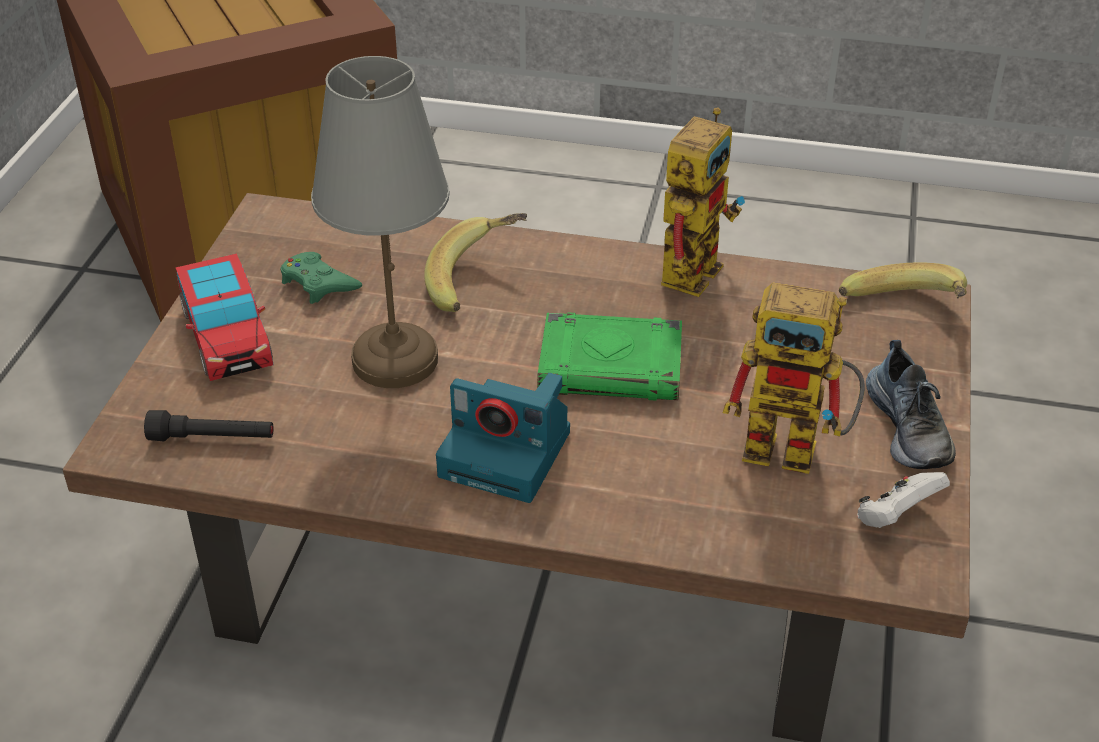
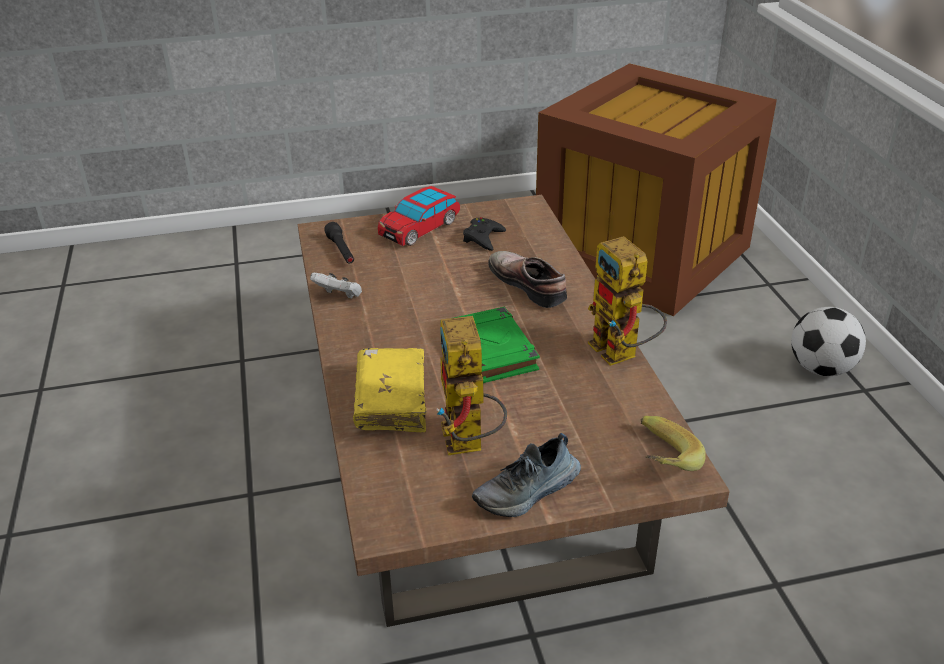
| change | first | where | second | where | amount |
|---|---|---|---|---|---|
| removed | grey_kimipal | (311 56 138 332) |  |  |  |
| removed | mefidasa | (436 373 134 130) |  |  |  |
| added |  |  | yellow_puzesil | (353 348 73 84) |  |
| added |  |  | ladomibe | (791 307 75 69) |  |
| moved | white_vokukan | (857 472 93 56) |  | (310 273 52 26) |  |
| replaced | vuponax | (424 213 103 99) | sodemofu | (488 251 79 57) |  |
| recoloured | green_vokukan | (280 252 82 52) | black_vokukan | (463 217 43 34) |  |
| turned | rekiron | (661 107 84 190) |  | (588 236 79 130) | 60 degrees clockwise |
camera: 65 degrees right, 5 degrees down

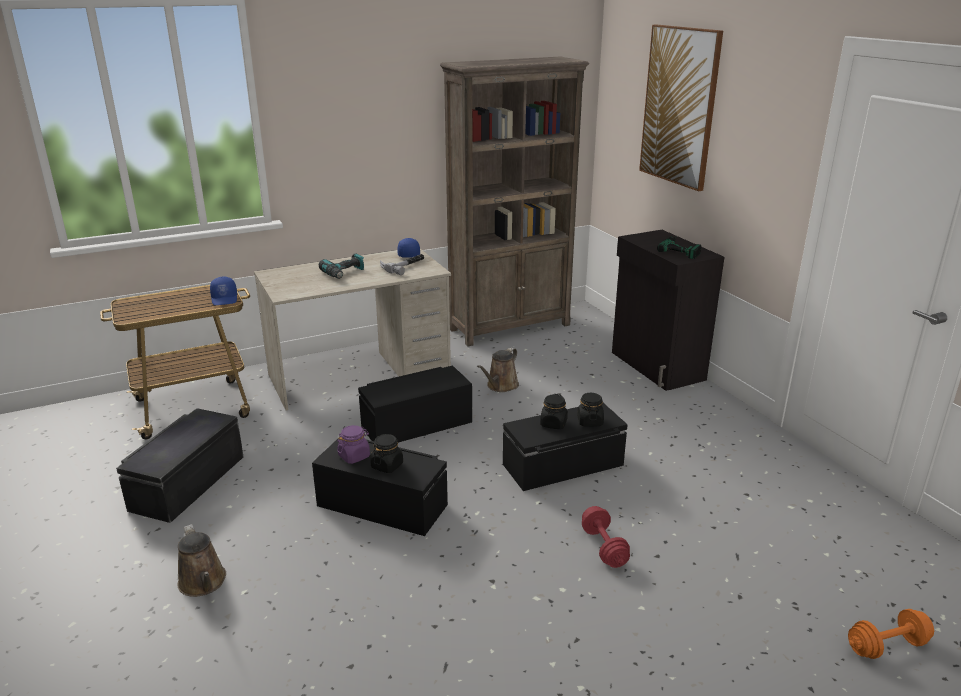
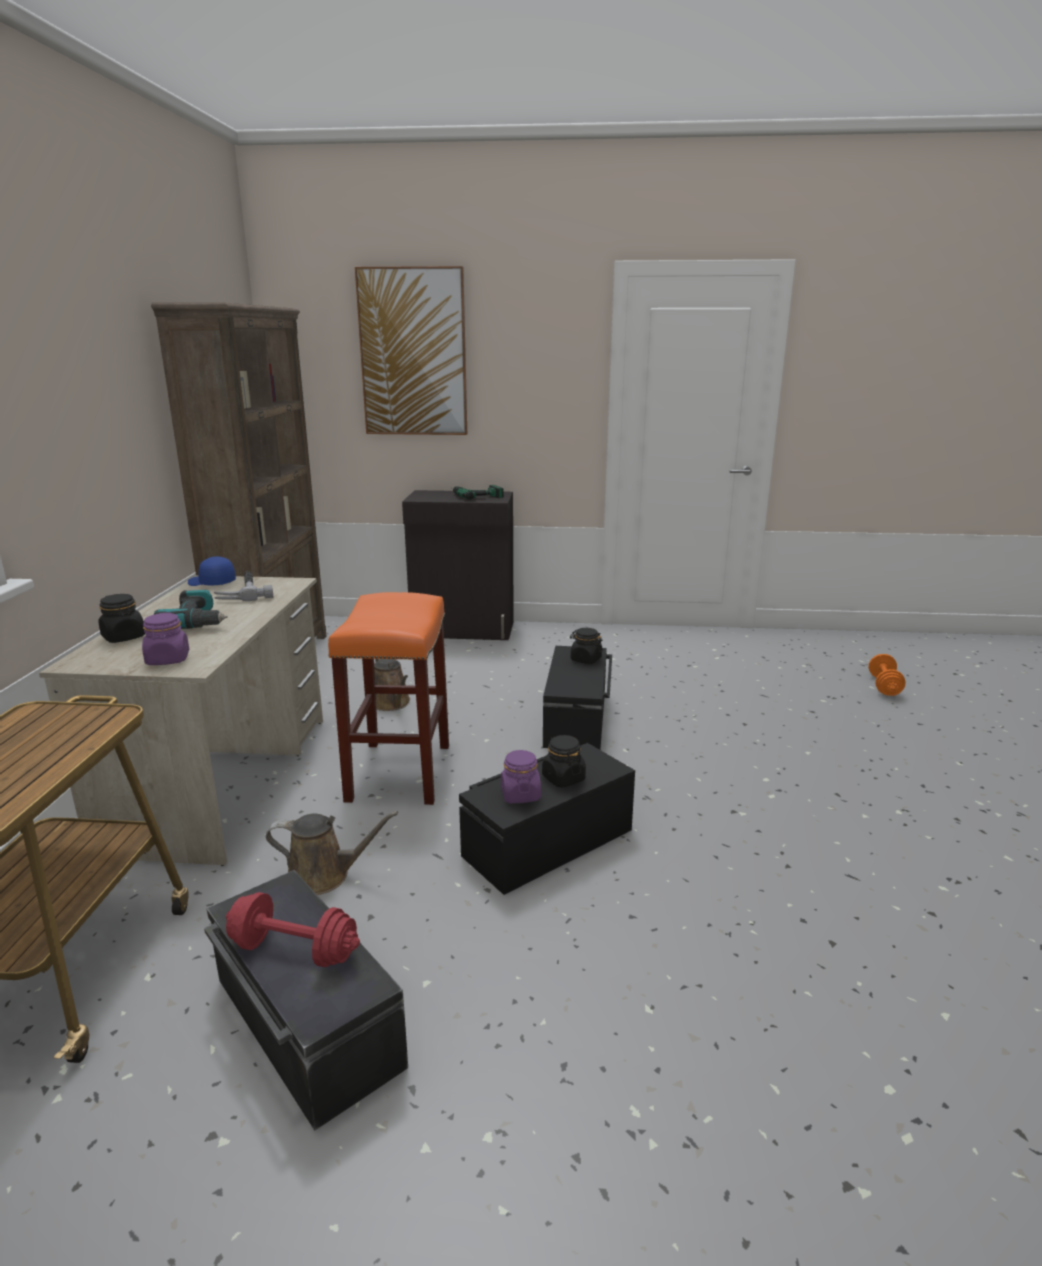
| change | first | where | second | where | amount |
|---|---|---|---|---|---|
| removed | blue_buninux | (210 276 27 29) |  |  |  |
| added |  |  | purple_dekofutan | (142 612 47 53) |  |
| moved | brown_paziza | (177 524 49 73) |  | (266 811 132 84) |  |
| moved | black_dekofutan | (540 394 28 35) |  | (98 594 47 49) |  |
| moved | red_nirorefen | (582 506 48 62) |  | (226 892 134 75) |  |
| replaced | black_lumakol | (358 365 114 78) | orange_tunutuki | (328 592 121 213) |  |
camera: 60 degrees left, 5 degrees down

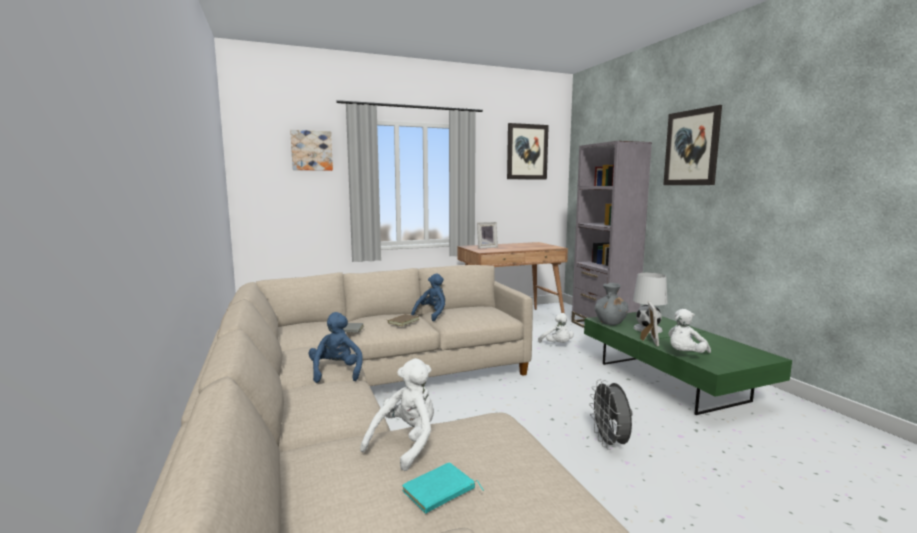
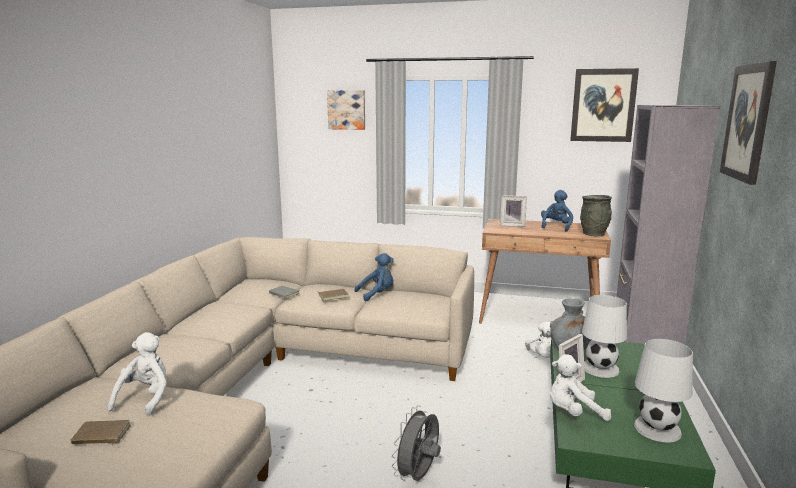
| change | first | where | second | where | amount |
|---|---|---|---|---|---|
| added |  |  | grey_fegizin | (580 195 32 41) |  |
| added |  |  | white_kimipal | (634 339 59 104) |  |
| moved | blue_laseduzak | (309 312 54 71) |  | (541 190 32 42) |  |
| recoloured | turquoise_puzesil | (402 462 82 52) | brown_puzesil | (70 420 61 26) |  |
| turned | white_laseduzak | (360 358 74 113) |  | (108 332 59 84) | 60 degrees counterclockwise |
camera: 35 degrees right, 5 degrees up

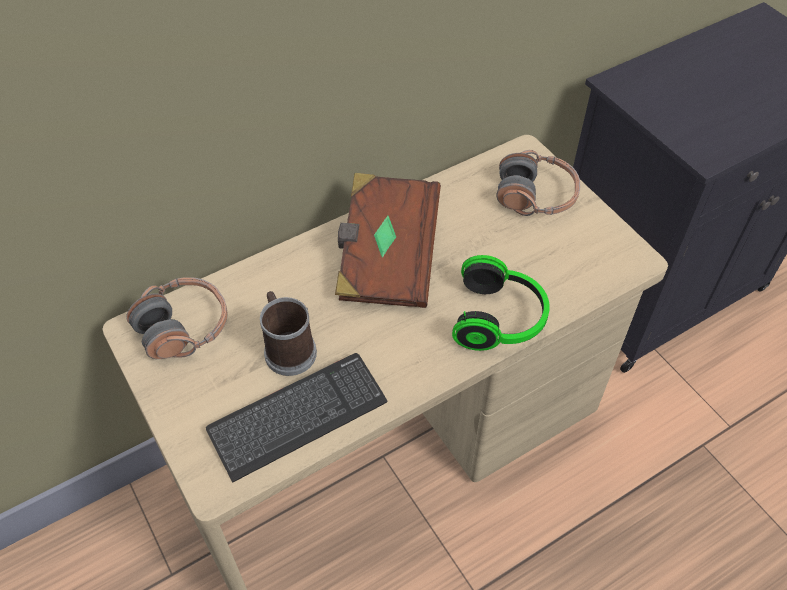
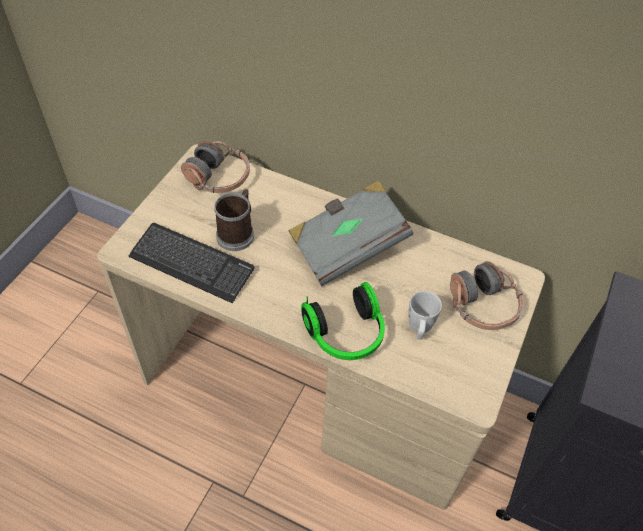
| change | first | where | second | where | amount |
|---|---|---|---|---|---|
| added |  |  | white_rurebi | (408 291 34 49) |  |
| recoloured | brown_puzesil | (335 173 106 135) | grey_puzesil | (289 180 124 106) |  |
camera: 55 degrees right, 0 degrees up

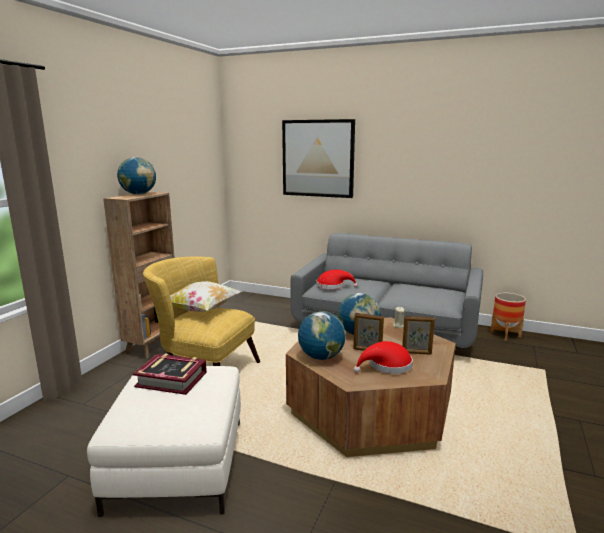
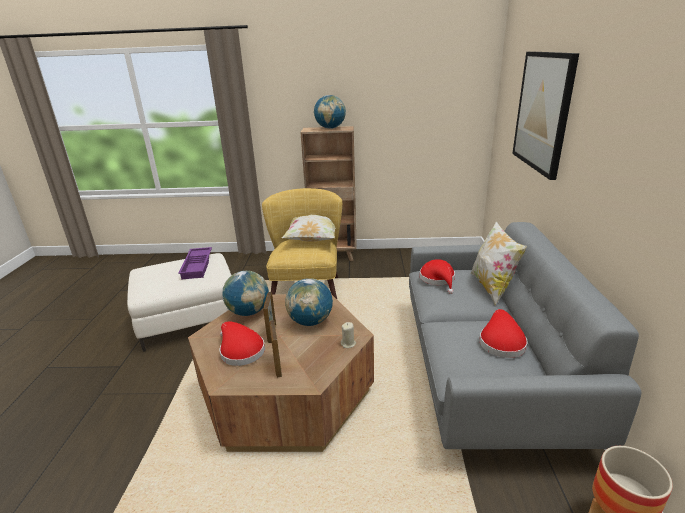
| change | first | where | second | where | amount |
|---|---|---|---|---|---|
| added |  |  | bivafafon | (471 221 56 85) |  |
| added |  |  | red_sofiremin | (479 309 49 49) |  |
| replaced | puzesil | (133 353 74 42) | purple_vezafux | (178 247 34 32) |  |
camera: 70 degrees right, 10 degrees up

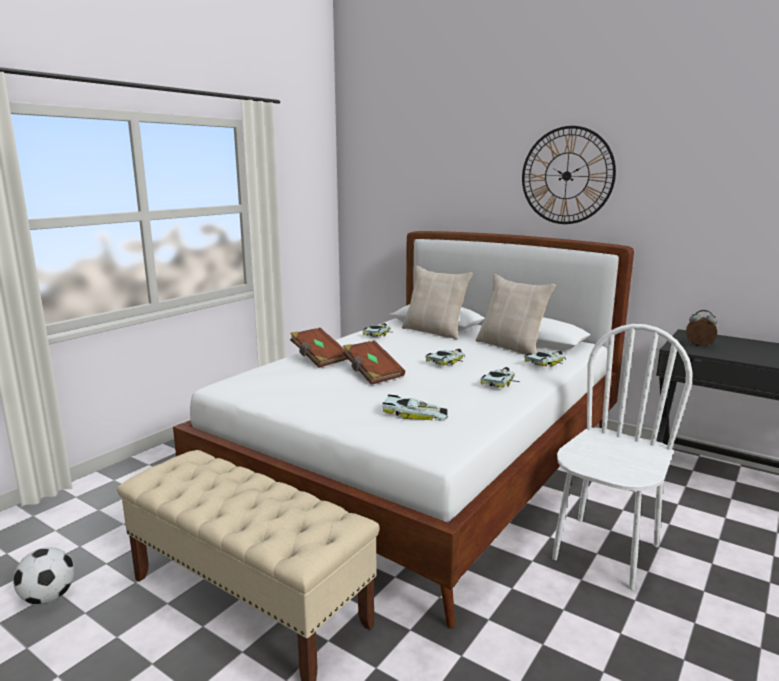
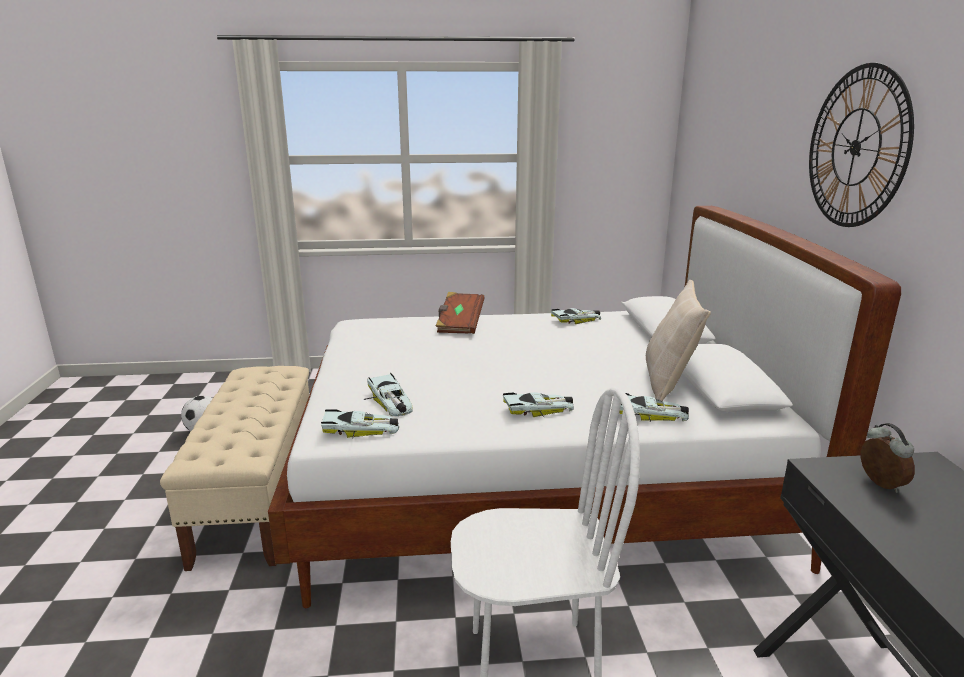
| change | first | where | second | where | amount |
|---|---|---|---|---|---|
| removed | brown_puzesil | (343 340 62 45) |  |  |  |
| removed | beige_bivafafon | (402 266 71 74) |  |  |  |
| moved | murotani | (425 349 40 16) |  | (321 409 78 30) |  |
camera: 50 degrees right, 5 degrees up

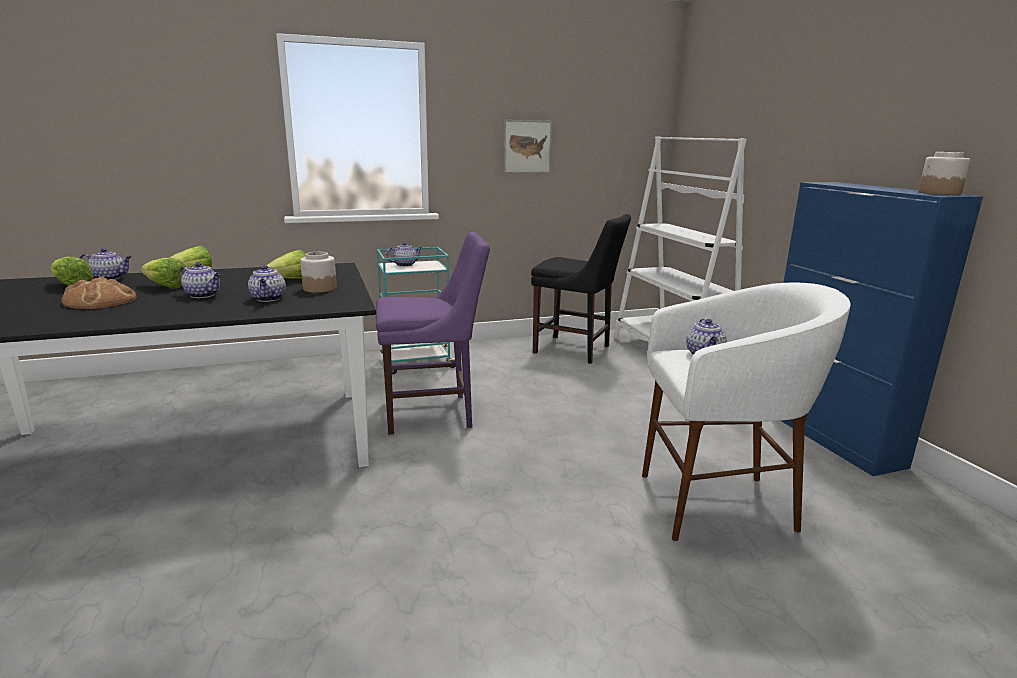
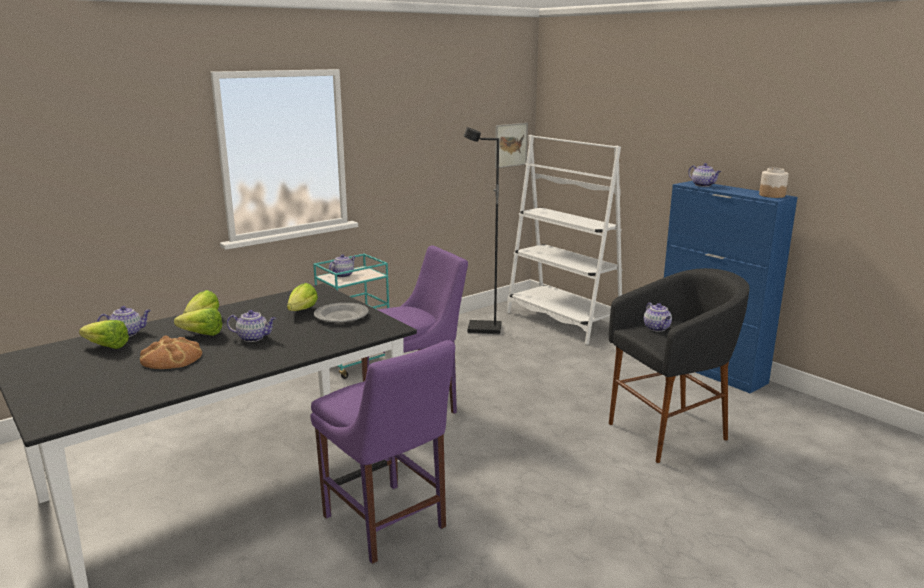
| change | first | where | second | where | amount |
|---|---|---|---|---|---|
| added |  |  | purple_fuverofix | (310 340 145 224) |  |
| moved | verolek | (248 265 38 37) |  | (688 163 33 24) |  |
| moved | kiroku | (503 120 49 53) |  | (495 123 33 45) |  |
| replaced | dekofutan | (300 252 37 41) | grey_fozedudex | (314 302 55 20) |  |
| replaced | black_fuverofix | (531 214 100 150) | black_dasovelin | (464 127 38 207) |  |
| recoloured | white_tunutuki | (642 283 209 258) | black_tunutuki | (609 268 141 195) |  |
camera: 20 degrees left, 0 degrees up

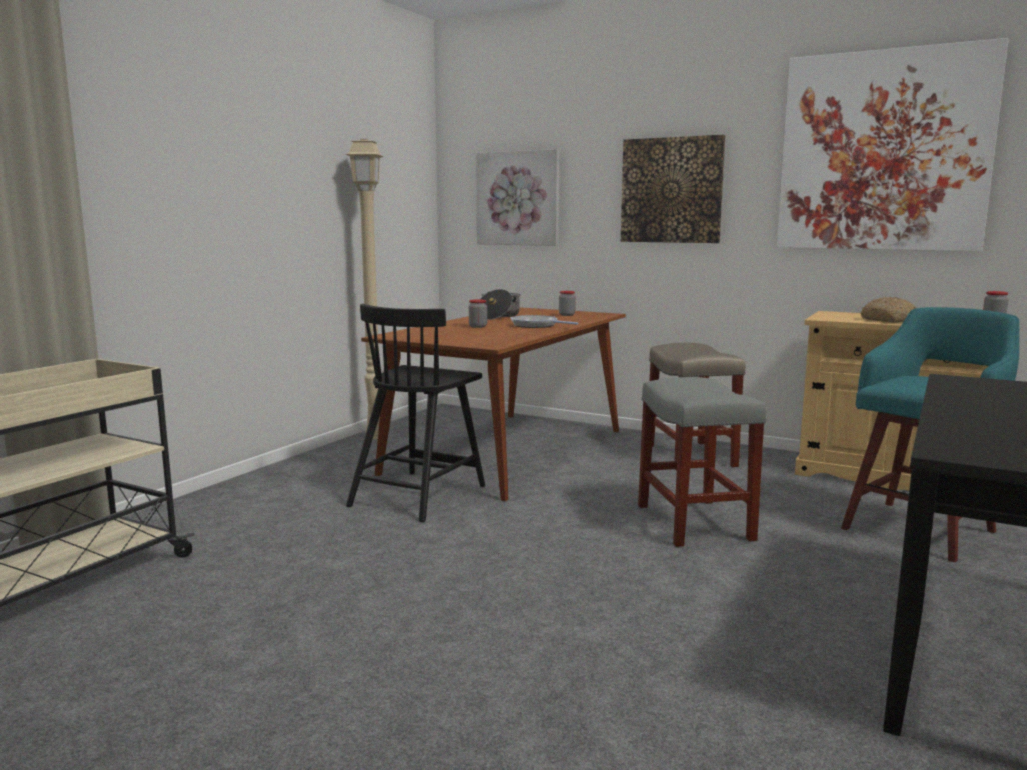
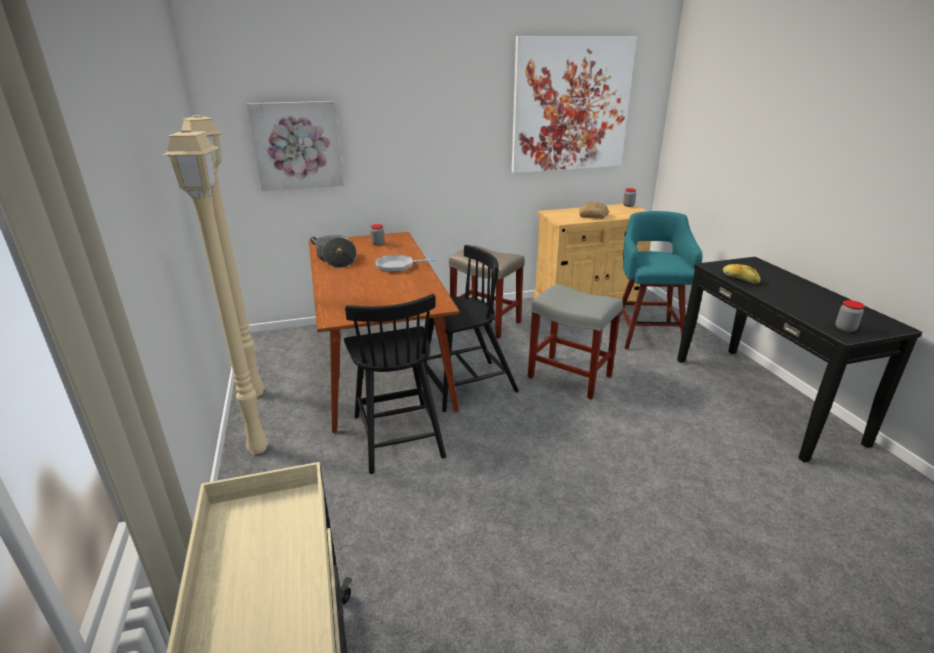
| change | first | where | second | where | amount |
|---|---|---|---|---|---|
| removed | kiroku | (621 135 104 108) |  |  |  |
| added |  |  | beige_dasovelin | (163 129 105 325) |  |
| added |  |  | black_fuverofix | (424 245 95 167) |  |
| added |  |  | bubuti | (723 264 38 20) |  |
| moved | dekofutan | (469 299 18 29) |  | (835 300 30 32) |  |
camera: 45 degrees left, 15 degrees up

